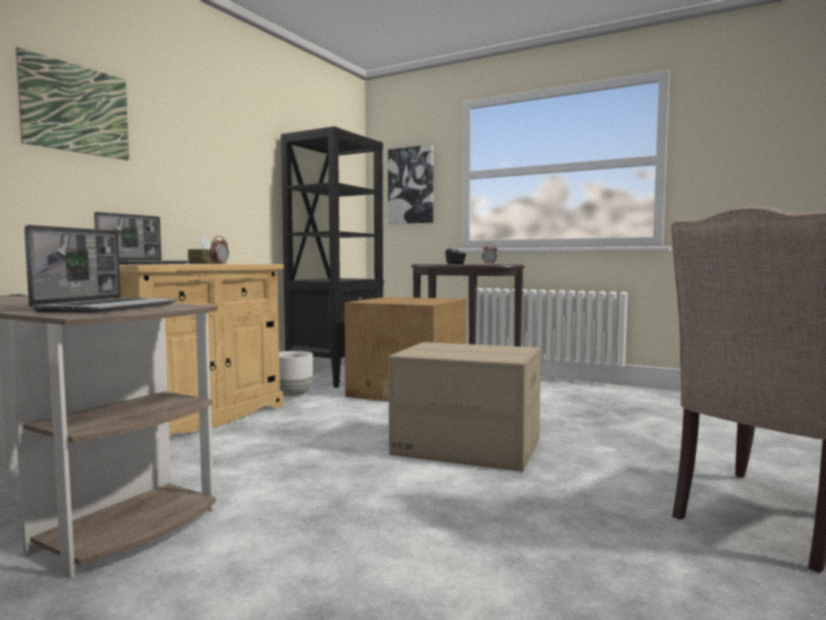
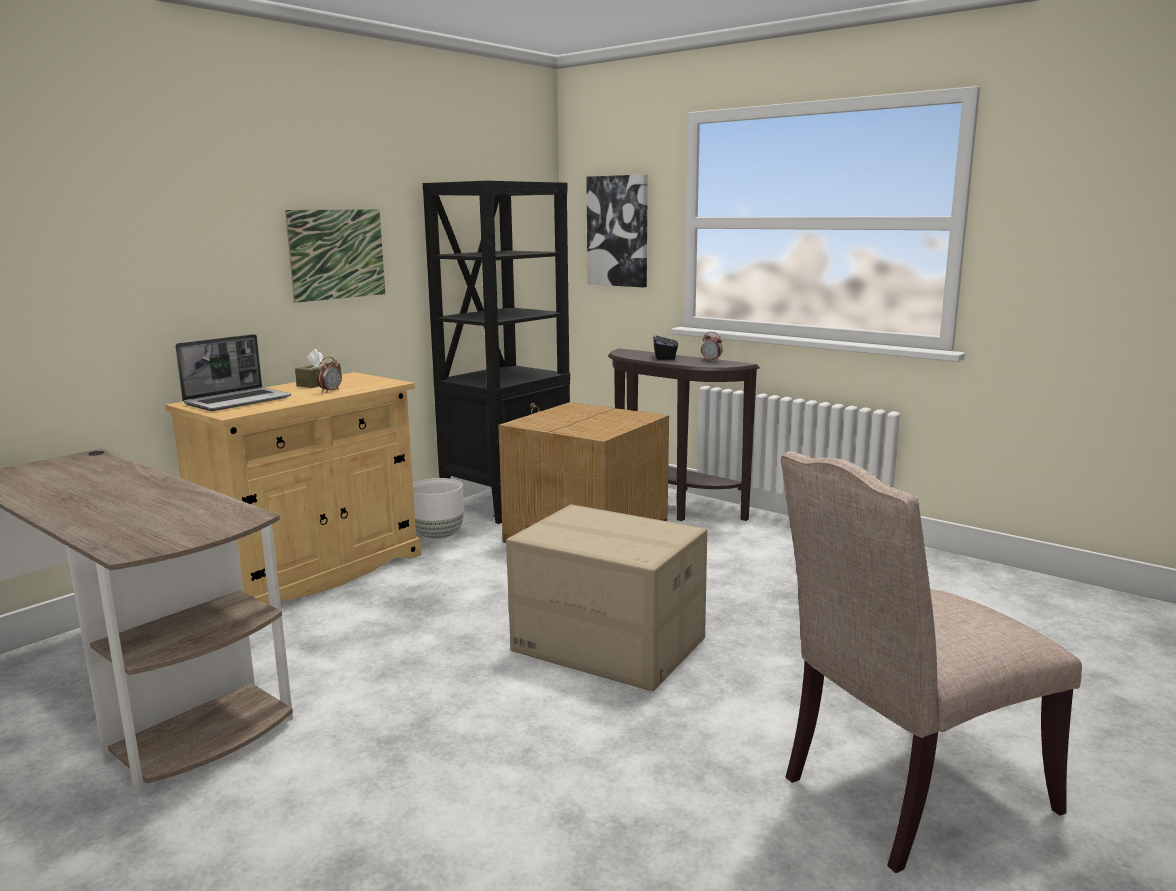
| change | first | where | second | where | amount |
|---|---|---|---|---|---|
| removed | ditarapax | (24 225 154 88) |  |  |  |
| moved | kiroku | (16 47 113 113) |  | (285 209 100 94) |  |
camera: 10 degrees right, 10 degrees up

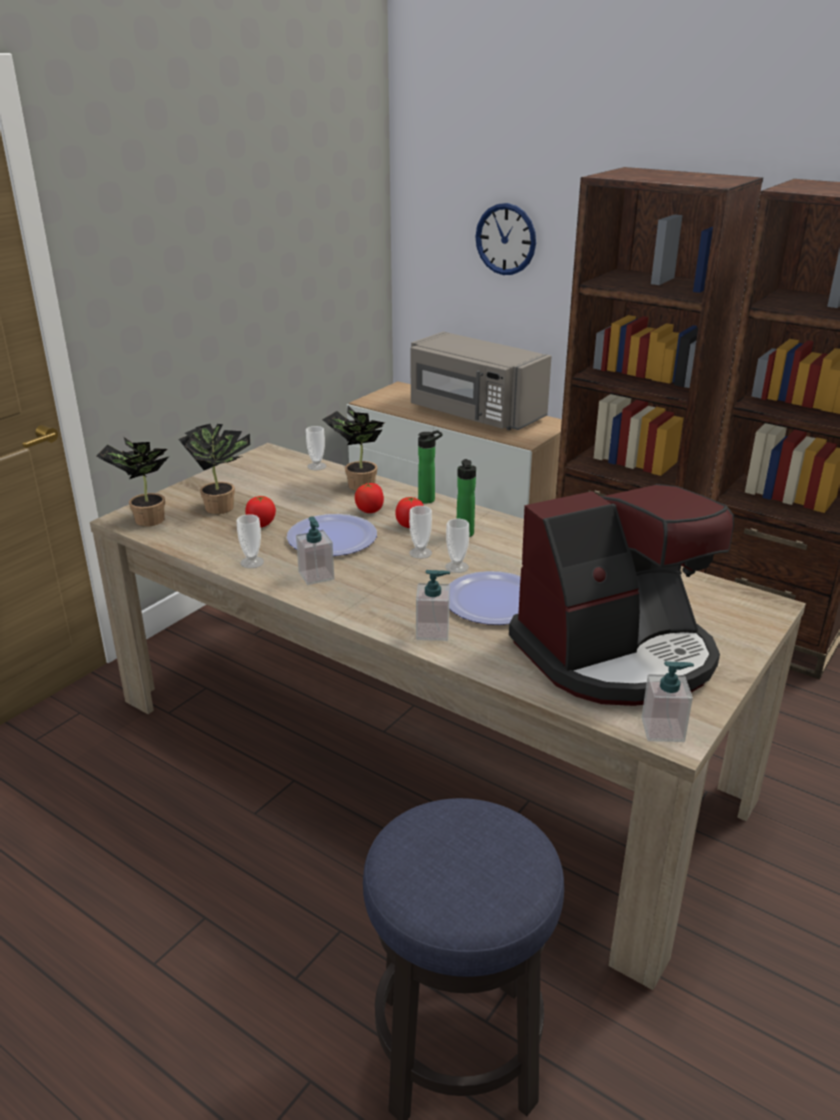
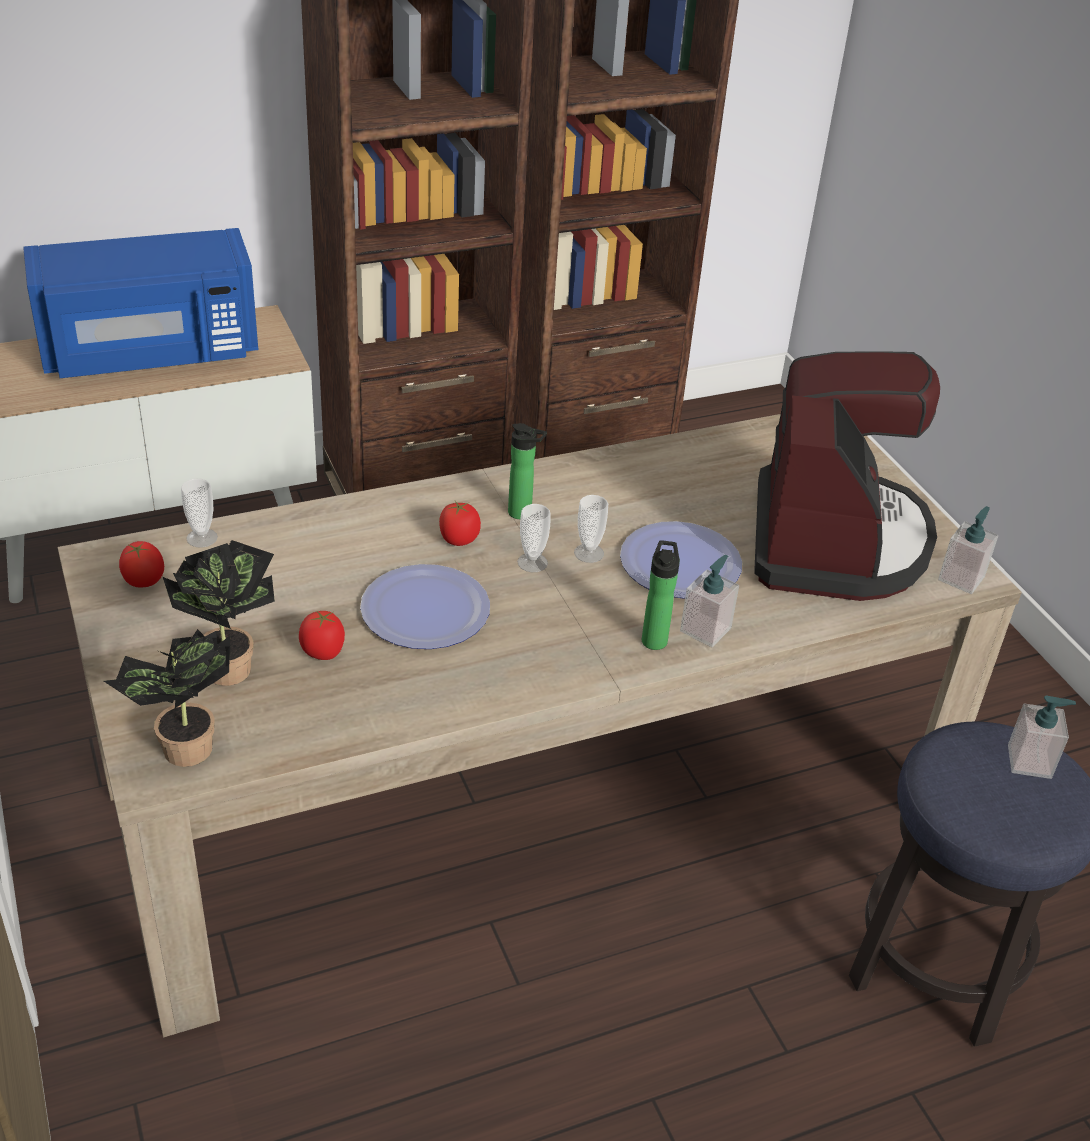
| change | first | where | second | where | amount |
|---|---|---|---|---|---|
| removed | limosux | (237 514 27 54) |  |  |  |
| removed | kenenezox | (322 406 62 85) |  |  |  |
| removed | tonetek | (475 203 61 72) |  |  |  |
| moved | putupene | (296 516 38 69) |  | (1008 695 68 84) |  |
| moved | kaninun | (355 482 29 31) |  | (119 541 45 46) |  |
| moved | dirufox | (418 430 25 73) |  | (642 540 38 110) |  |
| recoloured | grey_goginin | (410 332 142 98) | blue_goginin | (23 228 236 150) |  |
camera: 60 degrees left, 10 degrees up

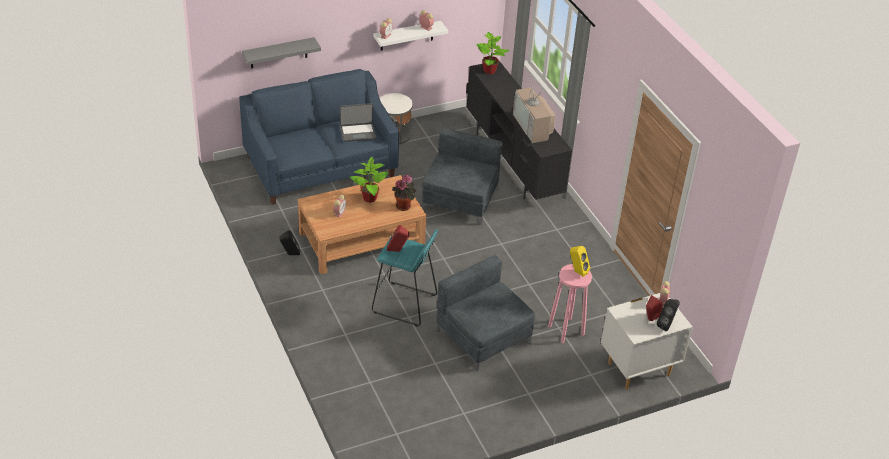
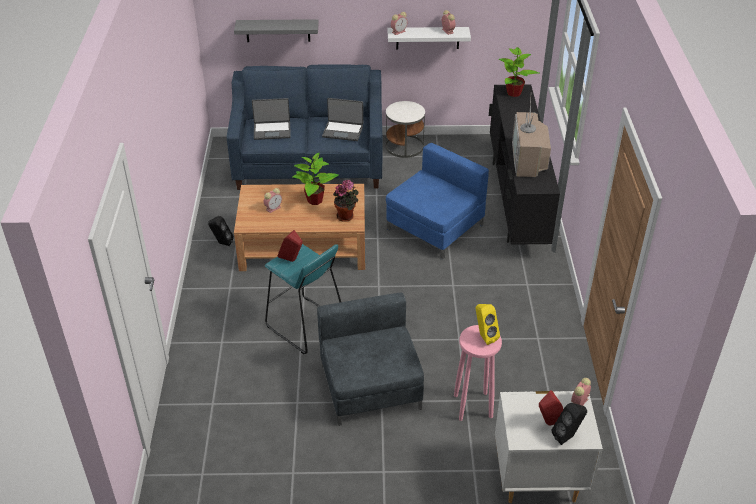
| change | first | where | second | where | amount |
|---|---|---|---|---|---|
| added |  |  | ditarapax | (252 98 39 42) |  |
| recoloured | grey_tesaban | (422 128 81 97) | blue_tesaban | (386 143 103 116) |  |
camera: 25 degrees right, 0 degrees up

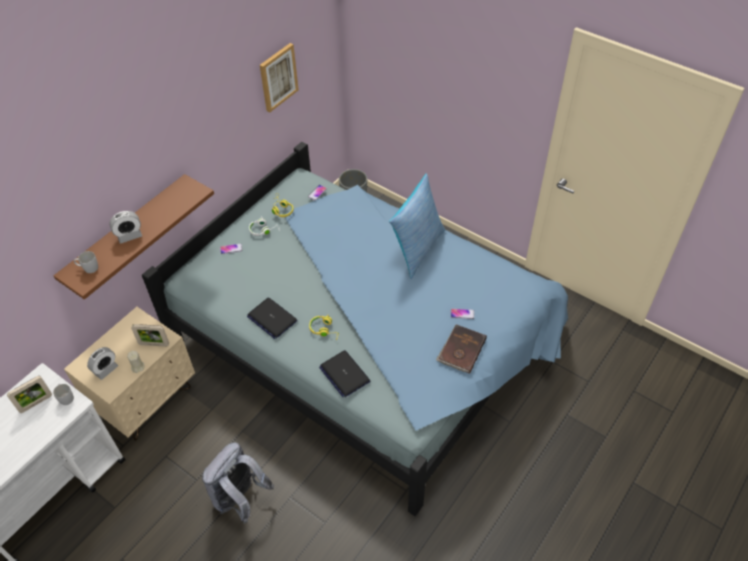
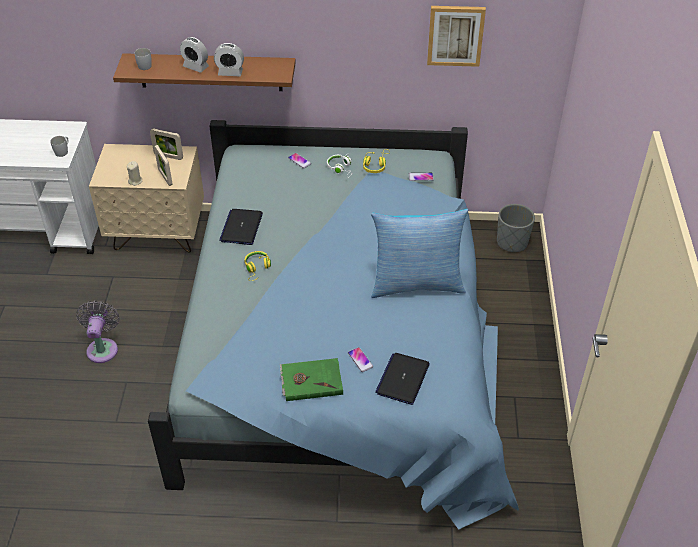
| change | first | where | second | where | amount |
|---|---|---|---|---|---|
| moved | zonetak | (7 376 45 37) |  | (150 128 33 32) |  |
| moved | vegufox | (87 347 31 33) |  | (214 43 30 33) |  |
| moved | ditarapax | (319 350 51 47) |  | (375 353 55 52) |  |
| replaced | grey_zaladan | (202 442 72 82) | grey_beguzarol | (76 300 44 63) |  |
| recoloured | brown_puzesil | (436 324 51 50) | green_puzesil | (280 358 63 43) |  |
camera: 55 degrees right, 5 degrees down

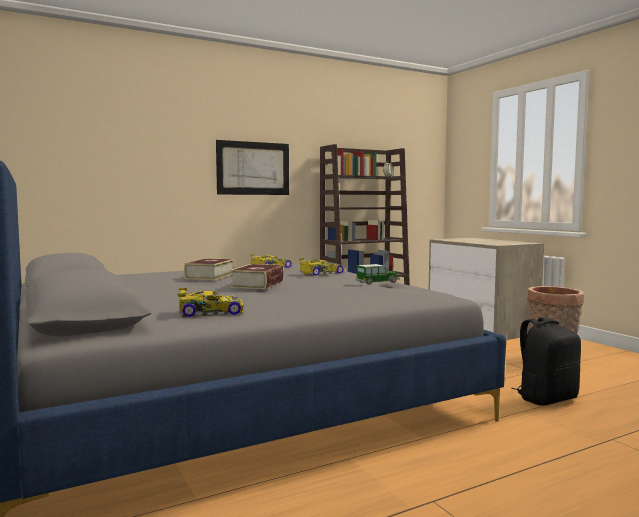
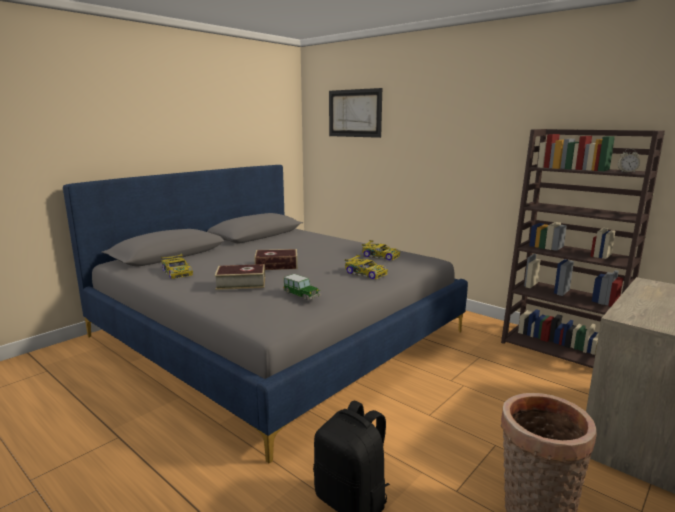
| change | first | where | second | where | amount |
|---|---|---|---|---|---|
| moved | puzesil | (184 258 50 22) |  | (215 264 50 26) |  |
| moved | kiroku | (216 140 73 55) |  | (329 88 53 50) |  |
camera: 70 degrees right, 10 degrees up

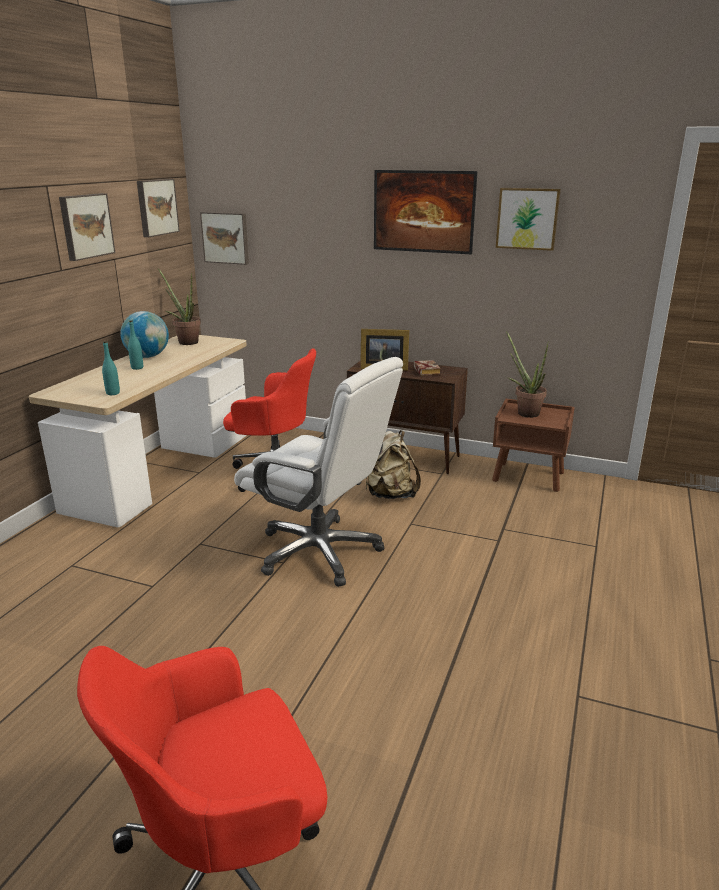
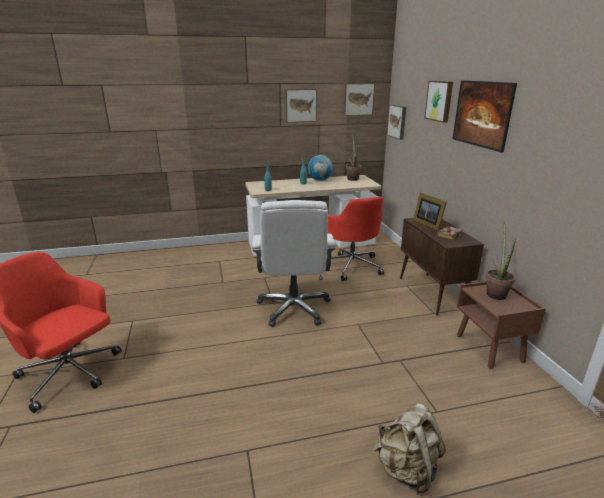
| change | first | where | second | where | amount |
|---|---|---|---|---|---|
| moved | beige_zaladan | (366 430 55 69) |  | (373 403 73 92) |  |
| moved | kiroku | (496 188 65 63) |  | (424 81 29 42) |  |
camera: 55 degrees right, 0 degrees up

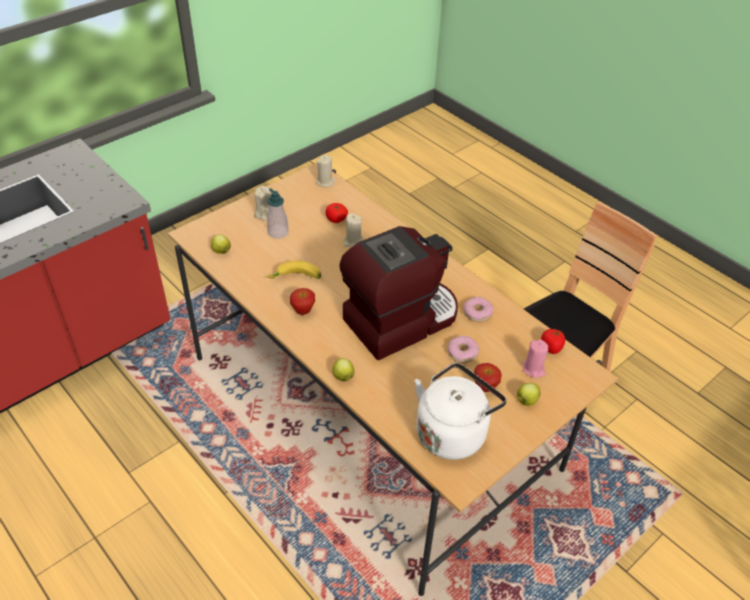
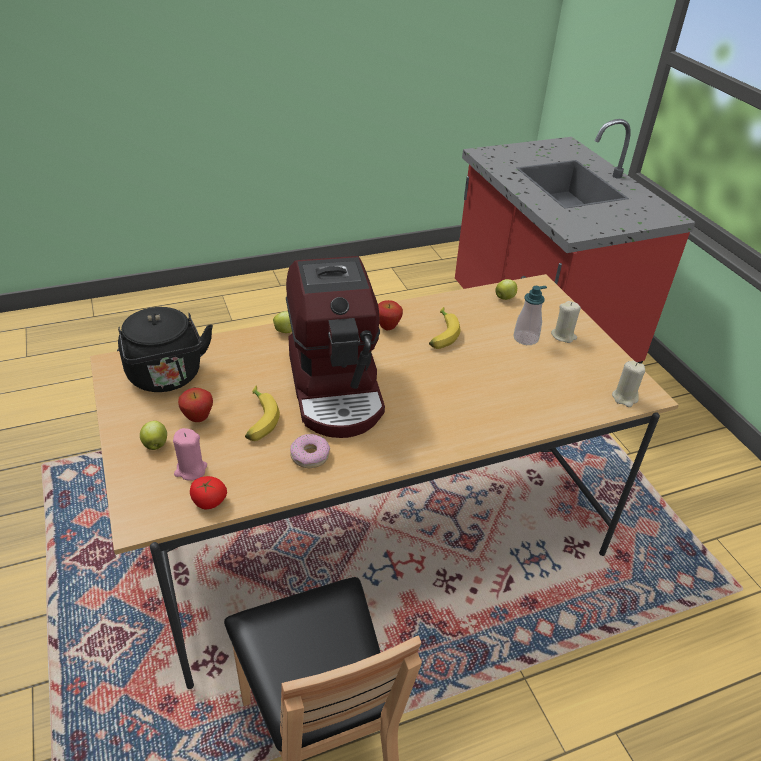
| change | first | where | second | where | amount |
|---|---|---|---|---|---|
| removed | kaninun | (326 203 22 20) |  |  |  |
| removed | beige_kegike | (343 213 20 34) |  |  |  |
| replaced | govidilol | (448 336 31 27) | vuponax | (245 386 35 55) |  |
| recoloured | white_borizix | (415 362 92 98) | black_borizix | (118 307 95 85) |  |
camera: 110 degrees right, 5 degrees down

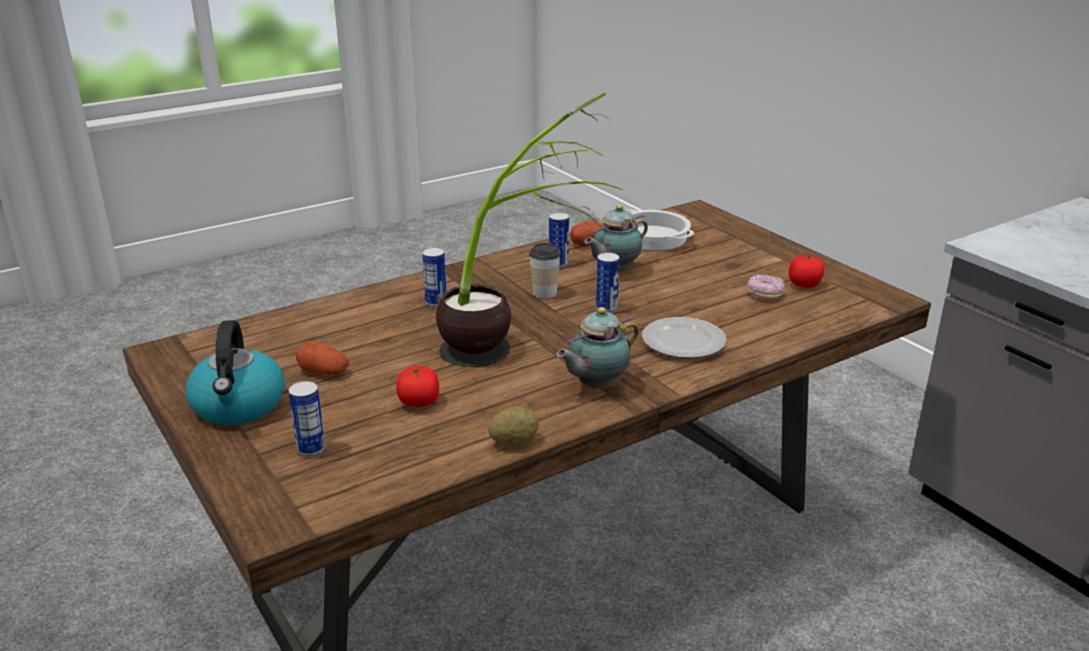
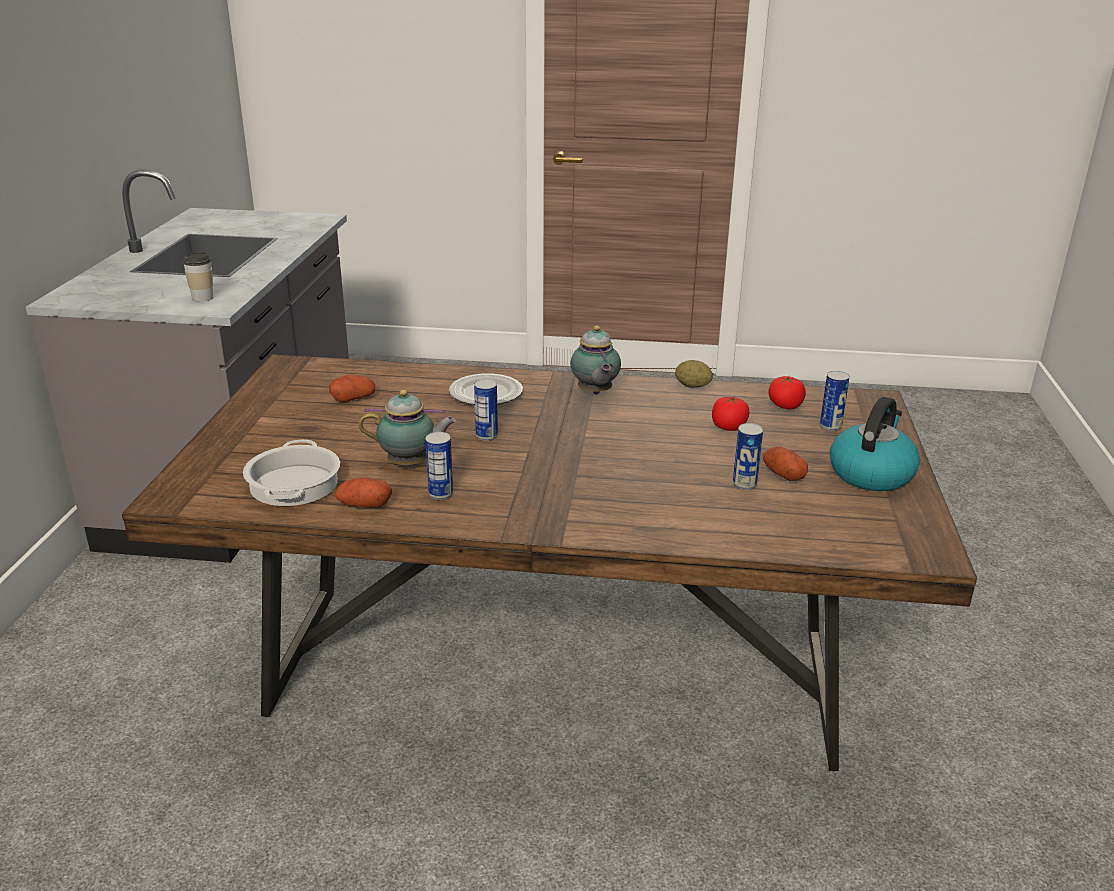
| change | first | where | second | where | amount |
|---|---|---|---|---|---|
| removed | kenenezox | (436 92 187 275) |  |  |  |
| moved | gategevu | (422 247 24 60) |  | (733 423 30 67) |  |
| moved | limosux | (529 243 32 56) |  | (183 252 31 50) |  |
| moved | kaninun | (789 255 36 33) |  | (768 376 38 34) |  |
| replaced | govidilol | (748 274 36 26) | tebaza | (329 374 46 29) |  |
| turned | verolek | (556 307 83 82) |  | (570 325 51 70) | 75 degrees clockwise |
camera: 140 degrees left, 0 degrees up

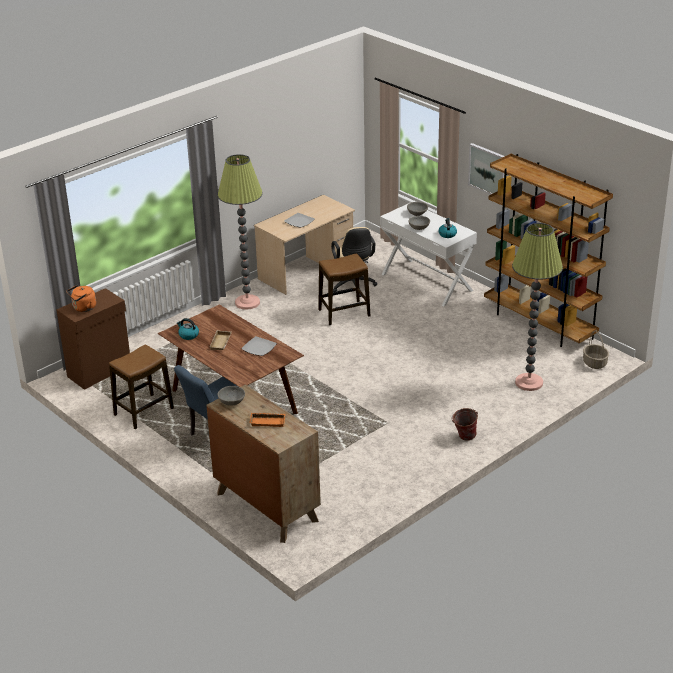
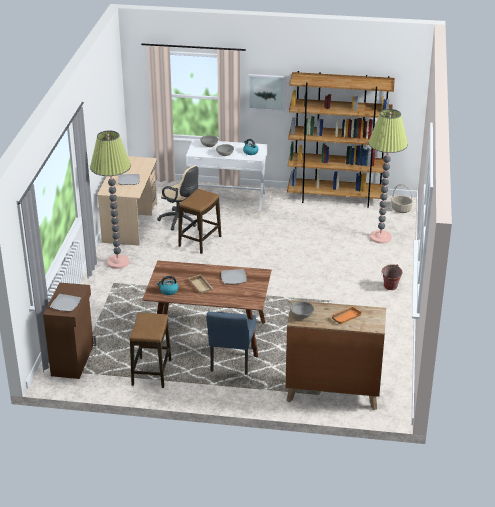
| change | first | where | second | where | amount |
|---|---|---|---|---|---|
| replaced | orange_borizix | (66 285 30 27) | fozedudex | (50 294 31 17) |  |
camera: 40 degrees left, 0 degrees up

